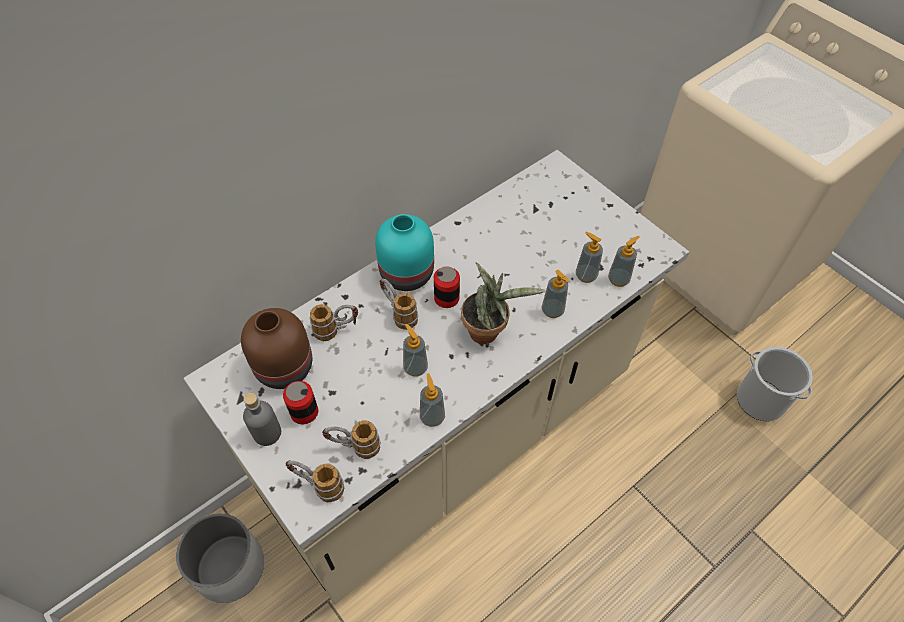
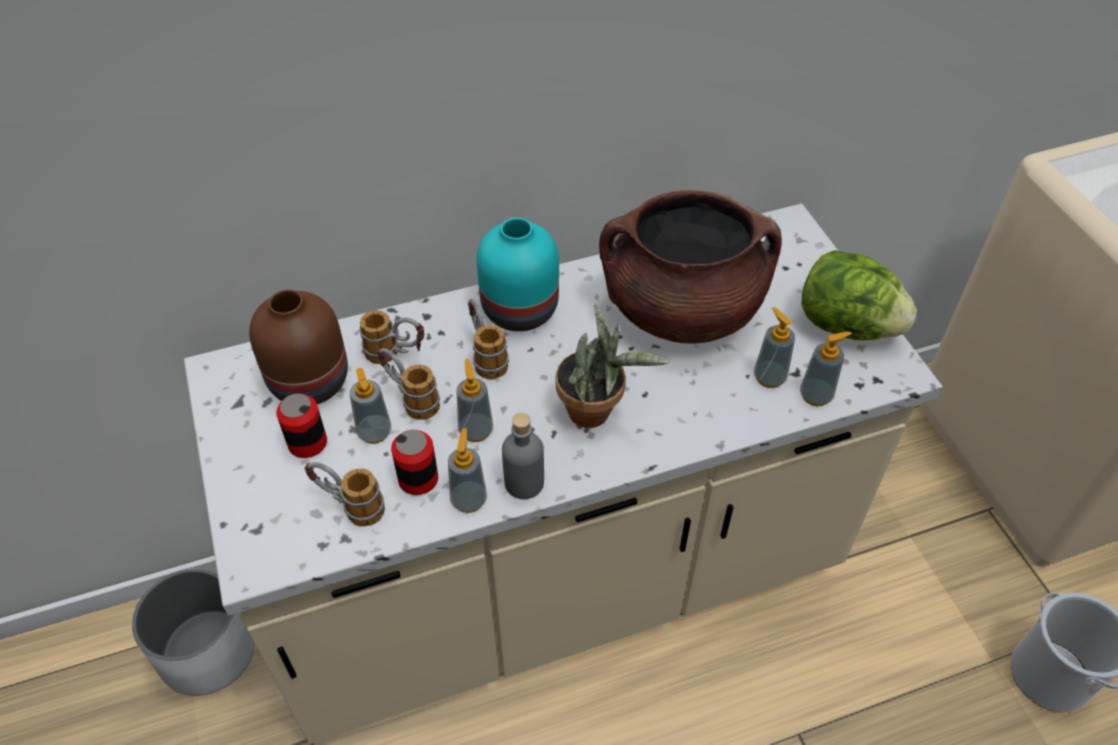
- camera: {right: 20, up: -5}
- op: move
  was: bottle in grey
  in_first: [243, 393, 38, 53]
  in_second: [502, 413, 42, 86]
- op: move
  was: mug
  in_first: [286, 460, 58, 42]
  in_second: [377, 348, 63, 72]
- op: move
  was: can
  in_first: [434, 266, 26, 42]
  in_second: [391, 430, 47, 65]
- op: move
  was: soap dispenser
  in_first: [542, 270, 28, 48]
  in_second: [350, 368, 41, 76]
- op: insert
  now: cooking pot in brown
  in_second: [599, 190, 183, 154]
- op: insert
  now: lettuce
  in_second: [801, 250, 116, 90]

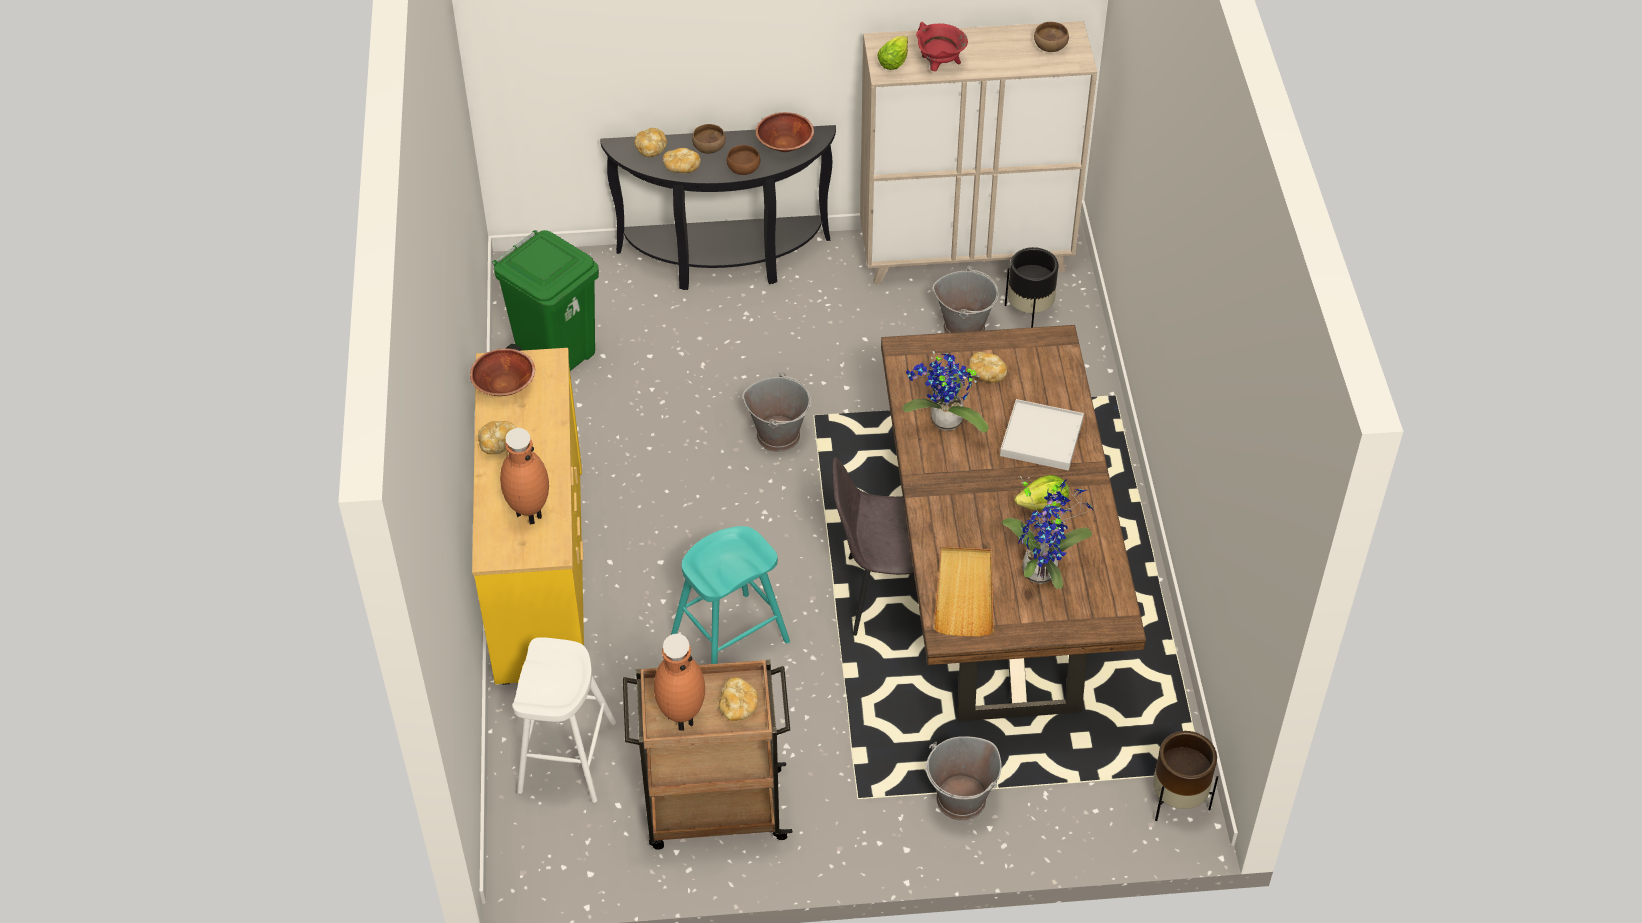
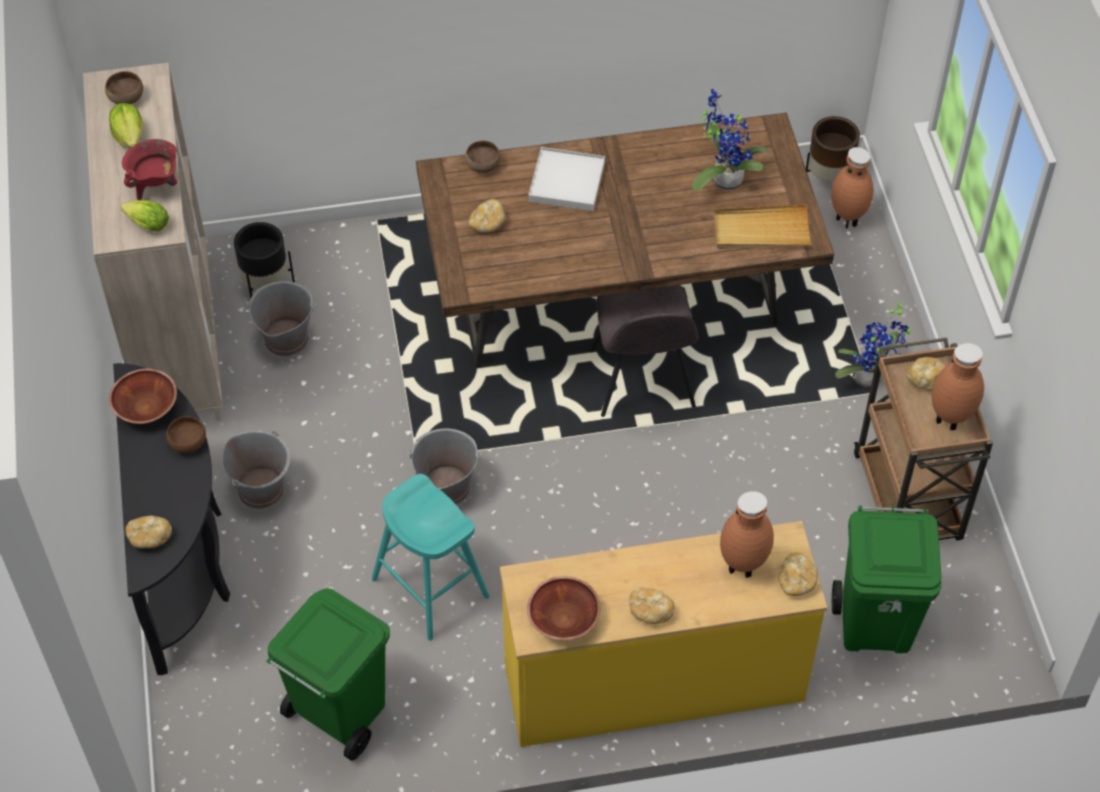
- camera: {right: -95, up: 5}
- op: replace
  was: stool in white
  now: trash can in green
  in_first: [513, 637, 103, 166]
  in_second: [832, 506, 110, 147]
- op: move
  was: bread
  in_first: [663, 148, 38, 25]
  in_second: [778, 552, 40, 44]
- op: move
  was: stool in turquoise
  in_first: [671, 526, 119, 138]
  in_second: [372, 474, 117, 167]
- op: move
  was: bowl in brown
  in_first: [692, 124, 34, 30]
  in_second: [465, 140, 35, 33]
- op: move
  was: potted plant
  in_first: [902, 351, 86, 82]
  in_second: [835, 300, 75, 87]
- op: move
  was: bucket in grey
  in_first: [926, 736, 76, 85]
  in_second: [222, 431, 68, 78]
- op: move
  was: lettuce
  in_first: [1015, 475, 54, 36]
  in_second: [109, 103, 34, 46]
- op: insert
  now: vase in brown
  in_second: [831, 147, 42, 81]

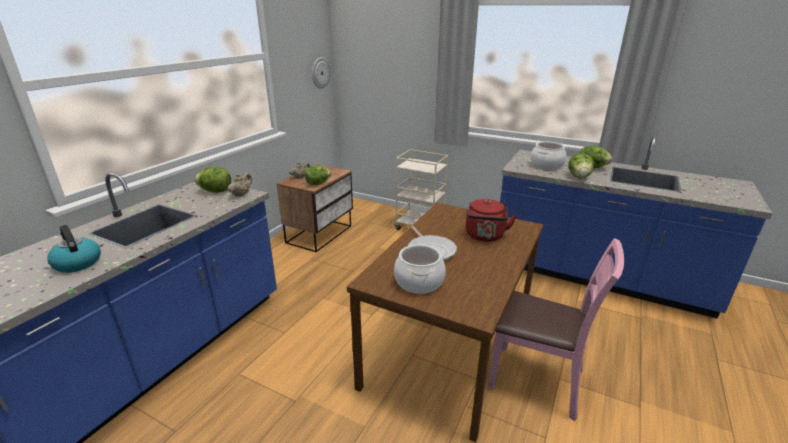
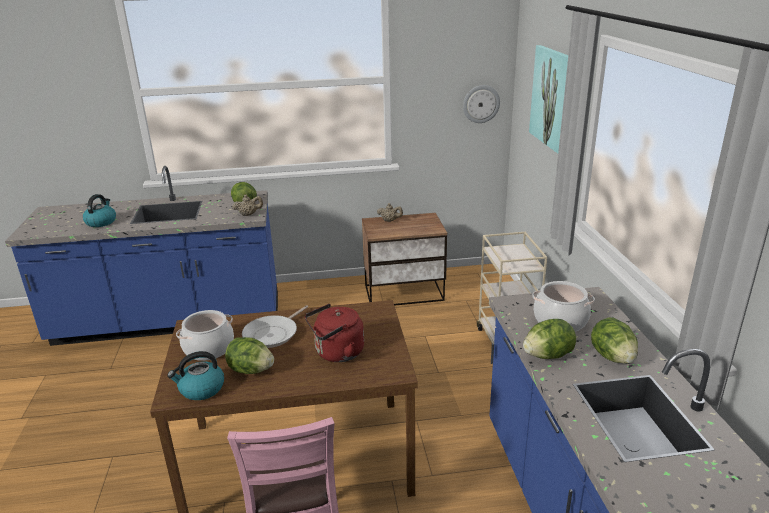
- camera: {right: 55, up: 0}
- op: move
  was: lettuce
  in_first: [305, 165, 26, 20]
  in_second: [225, 337, 49, 37]
- op: insert
  now: kettle
  in_second: [167, 351, 57, 49]
- op: insert
  now: picture
  in_second: [529, 45, 39, 109]

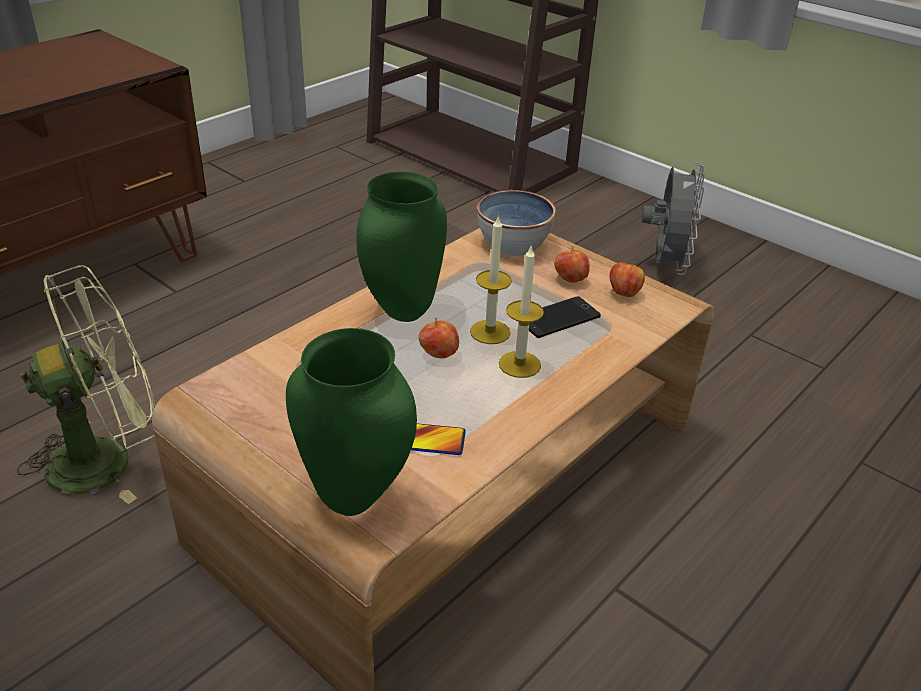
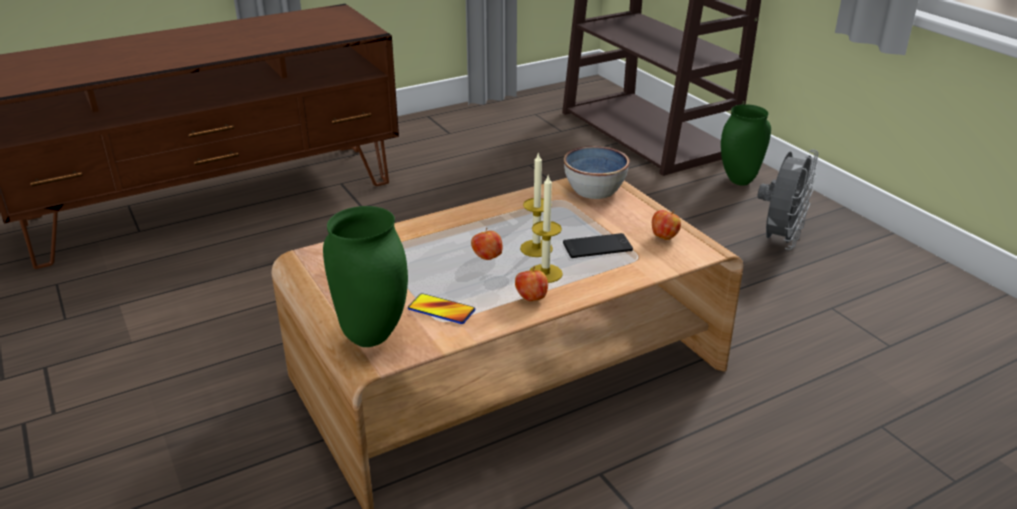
- camera: {right: 20, up: -5}
- op: delete
  was: fan in green
  in_first: [17, 265, 139, 239]
- op: move
  was: vase in green
  in_first: [356, 171, 91, 151]
  in_second: [721, 104, 50, 82]
- op: move
  was: apple
  in_first: [554, 246, 36, 37]
  in_second: [515, 267, 33, 34]

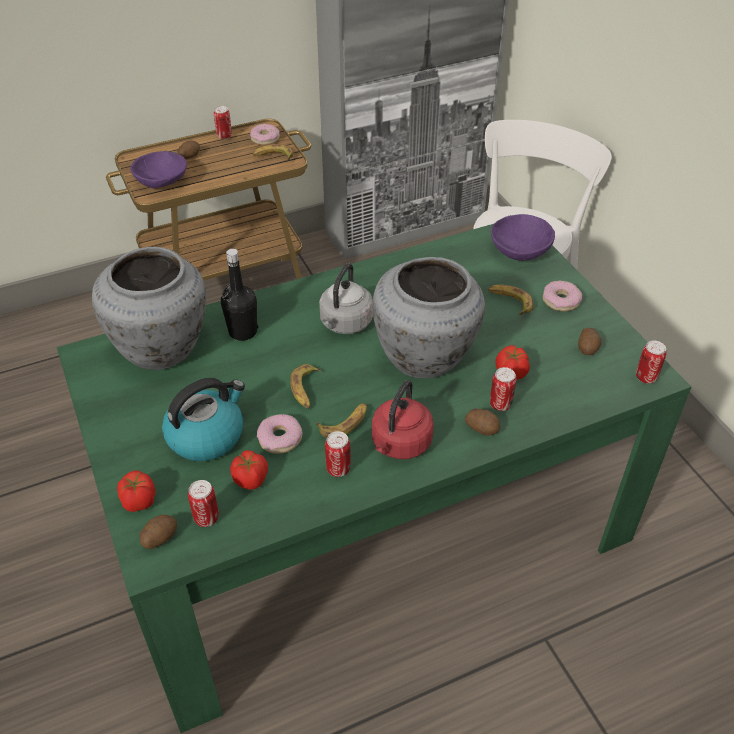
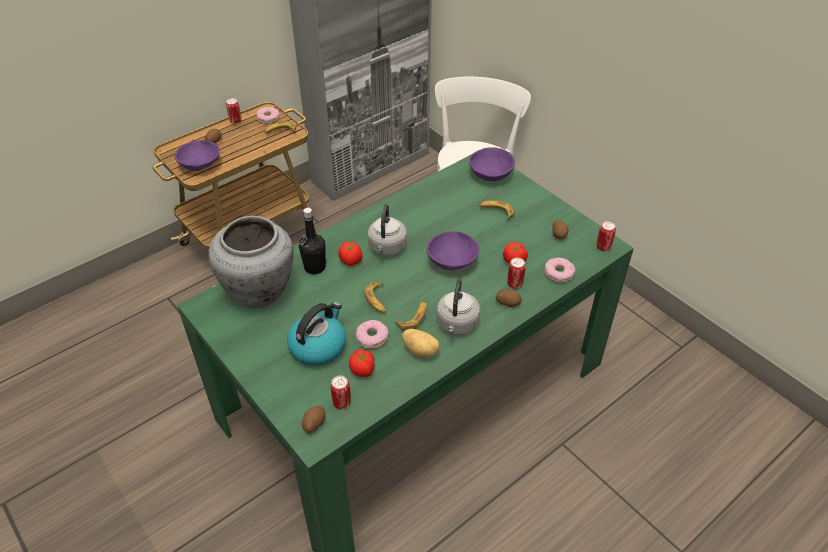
- camera: {right: -15, up: 0}
- op: move
  was: tomato
  in_first: [117, 471, 39, 41]
  in_second: [338, 241, 25, 25]
- op: replace
  was: can
  now: potato
  in_first: [325, 431, 26, 46]
  in_second: [402, 329, 38, 29]
- op: recolor
  was: kettle in red
  now: kettle in grey
  in_first: [372, 380, 62, 79]
  in_second: [436, 278, 44, 57]
- op: replace
  was: vase in grey
  now: bowl in purple
  in_first: [373, 257, 112, 121]
  in_second: [426, 231, 53, 40]
- op: move
  was: donut
  in_first: [543, 281, 39, 30]
  in_second: [545, 258, 30, 25]

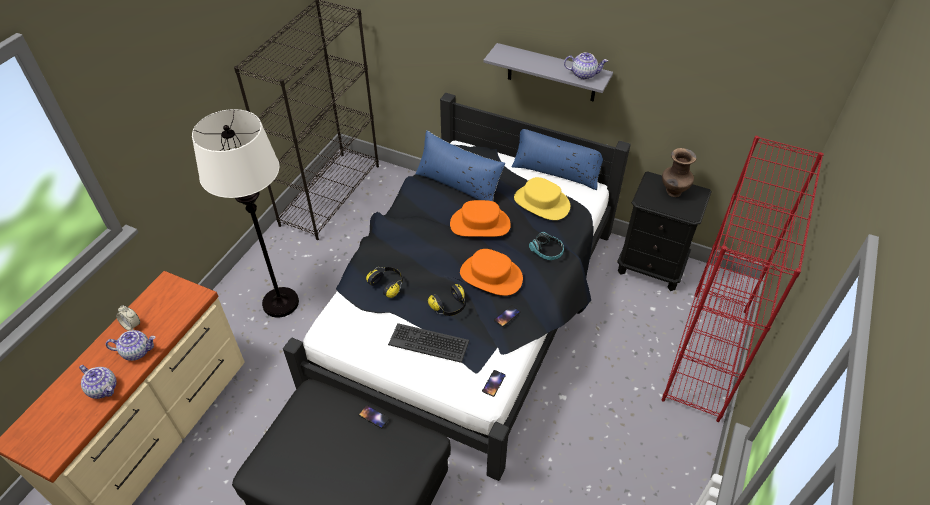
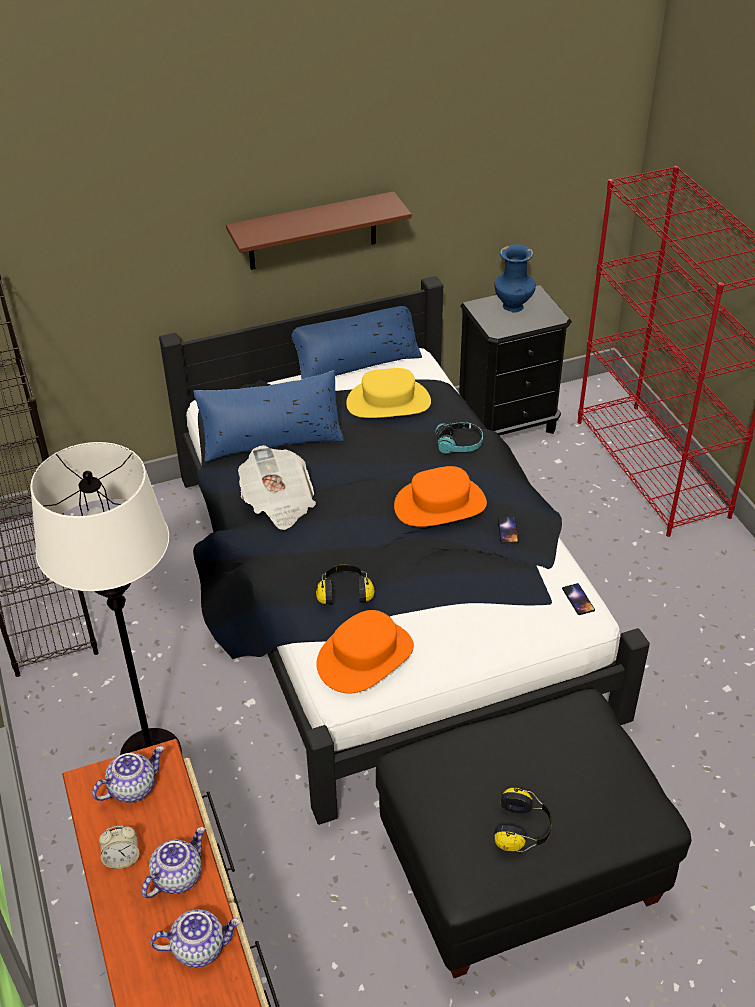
- camera: {right: -45, up: -5}
- op: delete
  was: phone
  in_first: [359, 405, 31, 24]
- op: delete
  was: keyboard
  in_first: [388, 323, 81, 40]
- op: move
  was: headphones
  in_first: [428, 284, 37, 32]
  in_second: [494, 788, 58, 64]
- op: move
  was: hat in orange
  in_first: [450, 200, 61, 37]
  in_second: [316, 610, 98, 84]
- op: recolor
  was: shelf in grey
  now: shelf in brown
  in_first: [483, 43, 130, 59]
  in_second: [226, 191, 186, 79]
- op: move
  was: teapot
  in_first: [564, 53, 44, 27]
  in_second: [92, 746, 72, 57]
- op: recolor
  was: vase in brown
  now: vase in blue
  in_first: [662, 148, 35, 49]
  in_second: [494, 244, 42, 68]
- op: insert
  now: newspaper
  in_second: [238, 445, 78, 85]

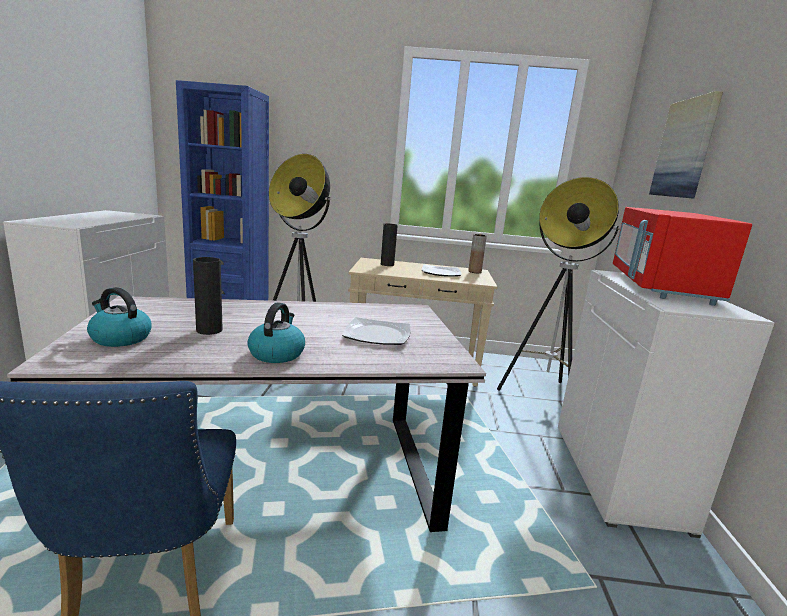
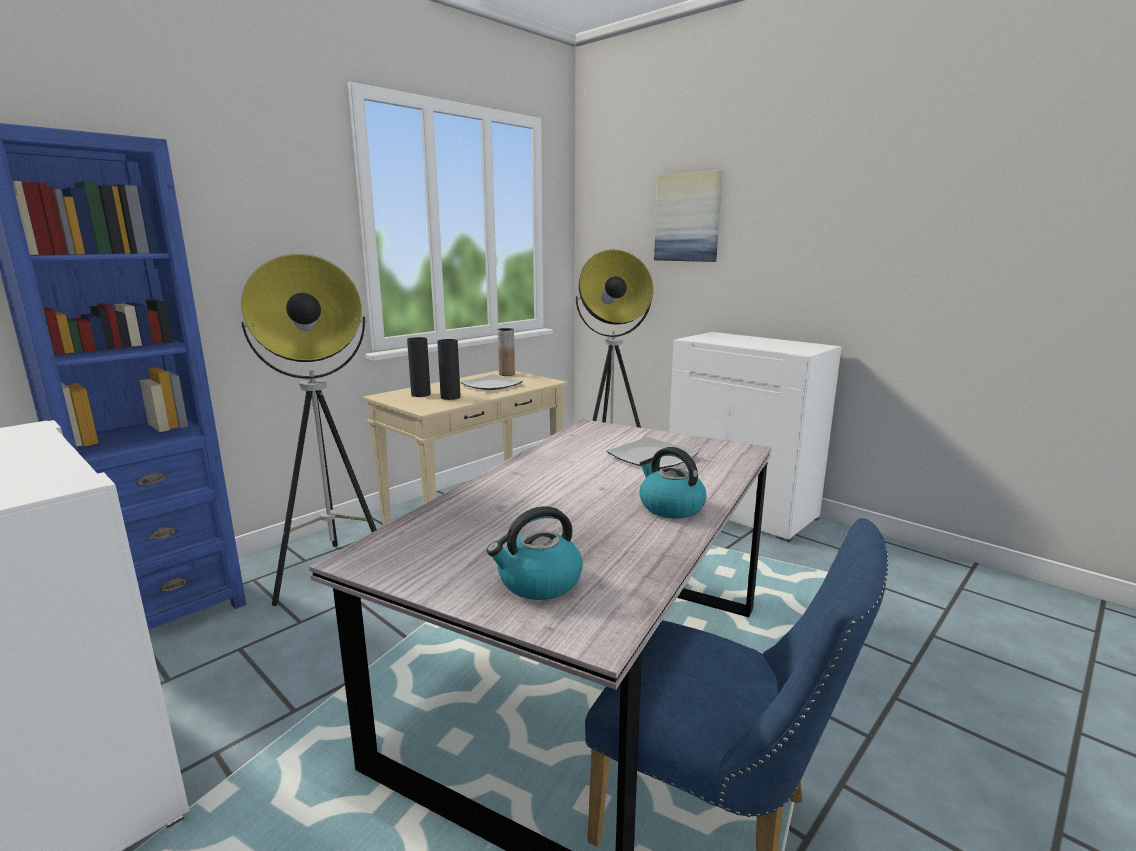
- camera: {right: -50, up: 0}
- op: move
  was: vase in black
  in_first: [193, 257, 30, 78]
  in_second: [437, 339, 24, 61]
- op: delete
  was: microwave in red
  in_first: [613, 207, 139, 99]

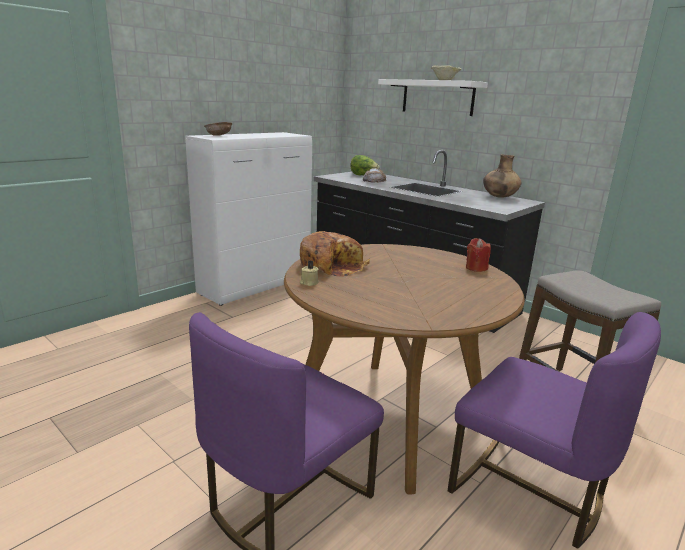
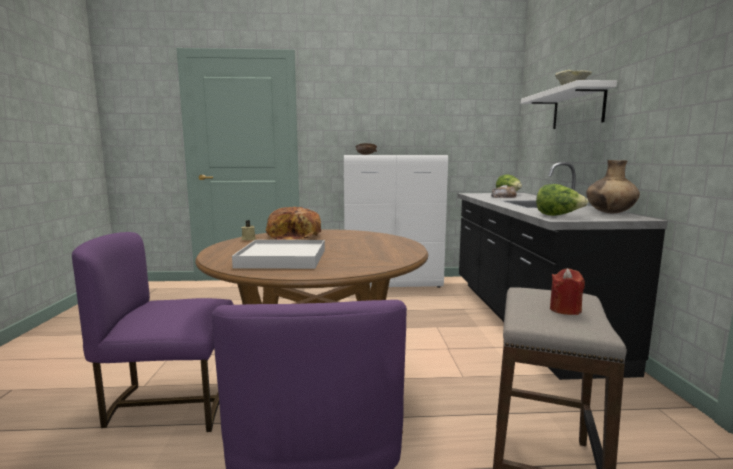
- camera: {right: 45, up: -10}
- op: move
  was: candle in red
  in_first: [466, 238, 25, 34]
  in_second: [550, 268, 35, 47]
- op: insert
  now: tray in white
  in_second: [232, 240, 93, 29]
- op: insert
  now: lettuce
  in_second: [536, 184, 53, 32]

